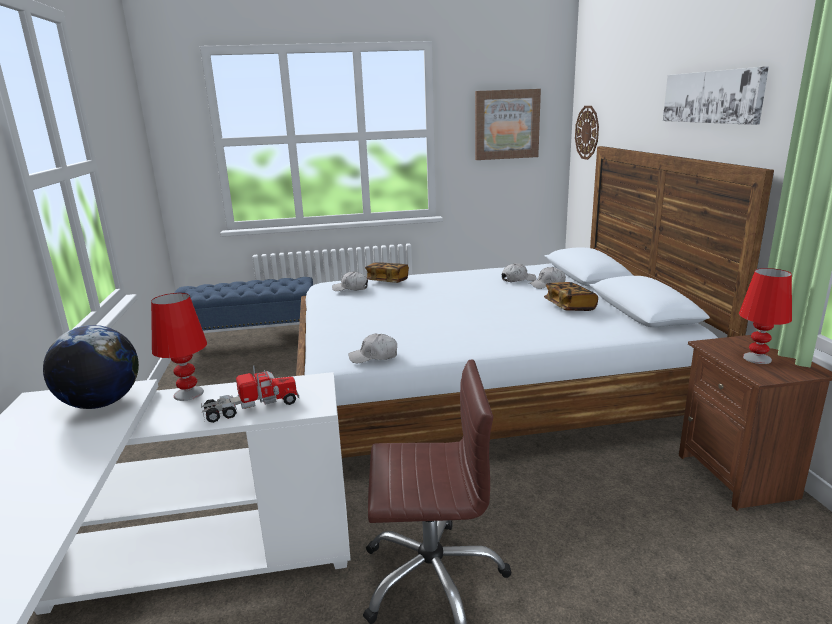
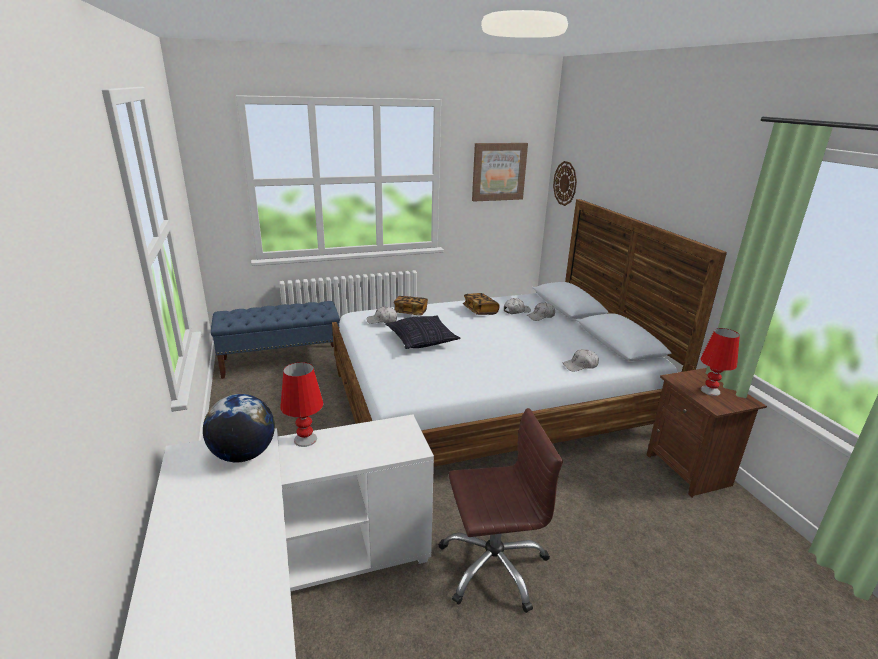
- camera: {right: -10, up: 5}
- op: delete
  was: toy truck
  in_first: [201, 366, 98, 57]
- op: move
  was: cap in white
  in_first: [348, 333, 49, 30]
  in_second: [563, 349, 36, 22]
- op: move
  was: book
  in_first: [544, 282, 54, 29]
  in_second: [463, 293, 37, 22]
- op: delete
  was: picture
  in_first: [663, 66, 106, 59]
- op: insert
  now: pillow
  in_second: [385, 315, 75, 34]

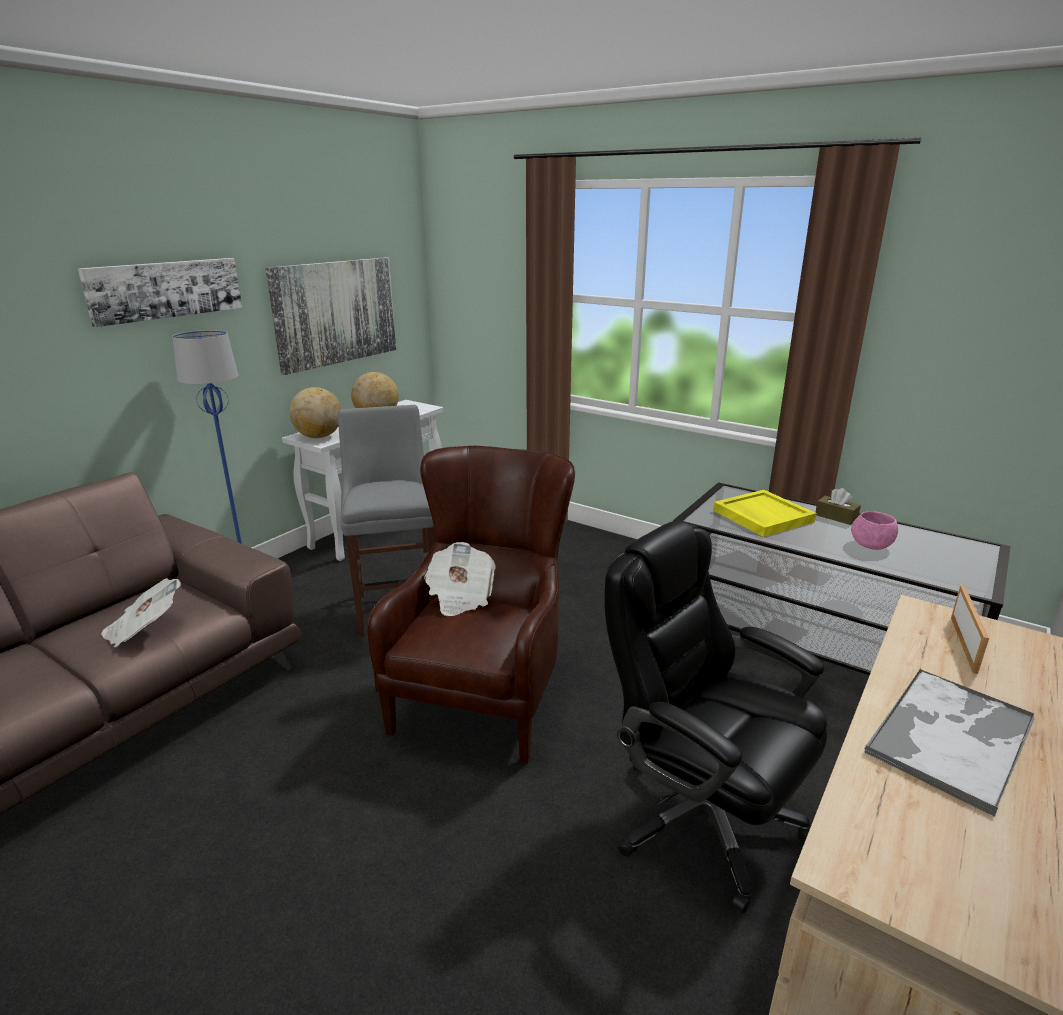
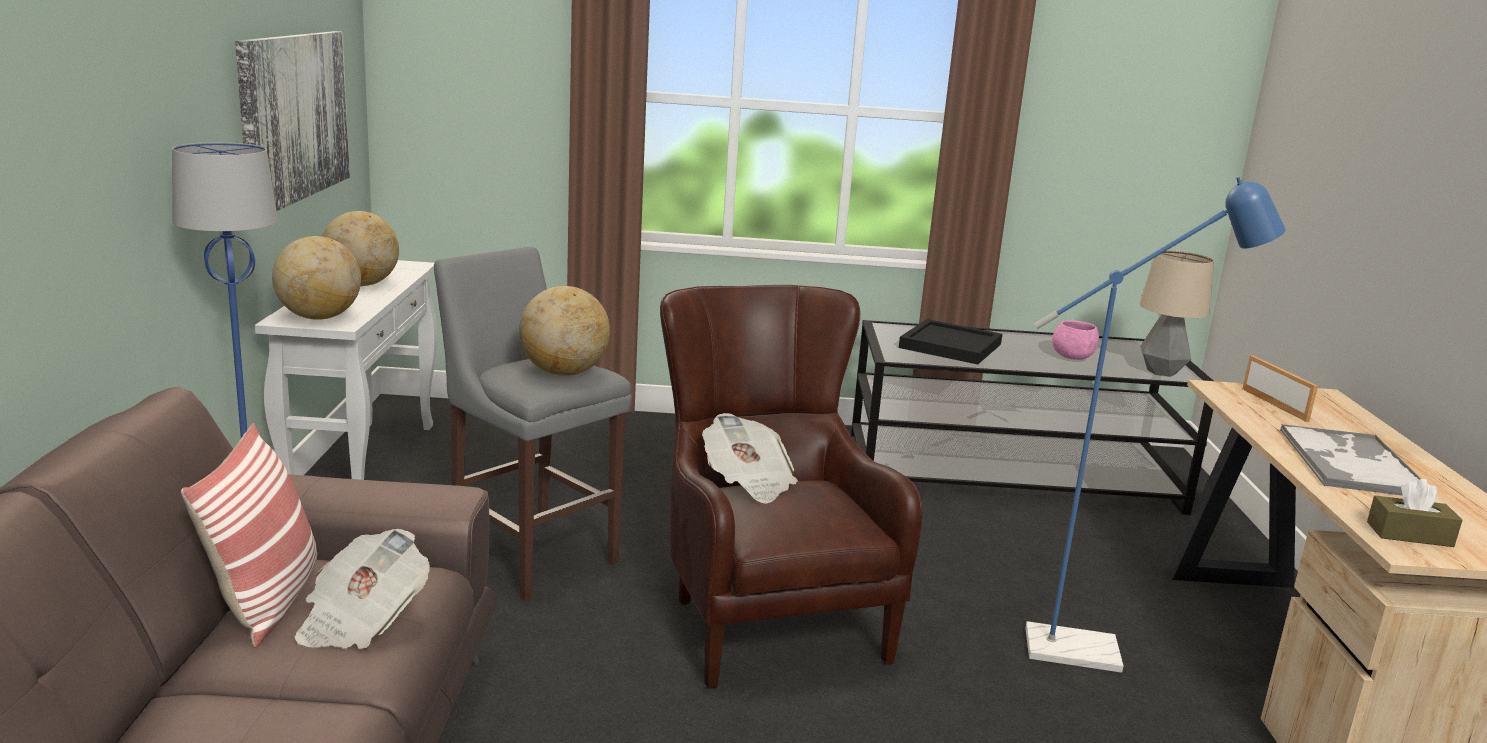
- camera: {right: -35, up: -5}
- op: delete
  was: picture
  in_first: [78, 258, 164, 69]
- op: replace
  was: office chair in black
  now: floor lamp in blue
  in_first: [605, 521, 222, 393]
  in_second: [1025, 177, 261, 496]
- op: recolor
  was: tray in yellow
  now: tray in black
  in_first: [713, 490, 103, 47]
  in_second: [899, 319, 103, 45]
- op: move
  was: tissue box in brown
  in_first: [815, 488, 46, 37]
  in_second: [1367, 479, 95, 68]
- op: insert
  now: pillow
  in_second: [181, 423, 136, 224]
- op: insert
  now: globe
  in_second: [519, 286, 91, 90]
- op: insert
  now: table lamp
  in_second: [1139, 250, 75, 126]

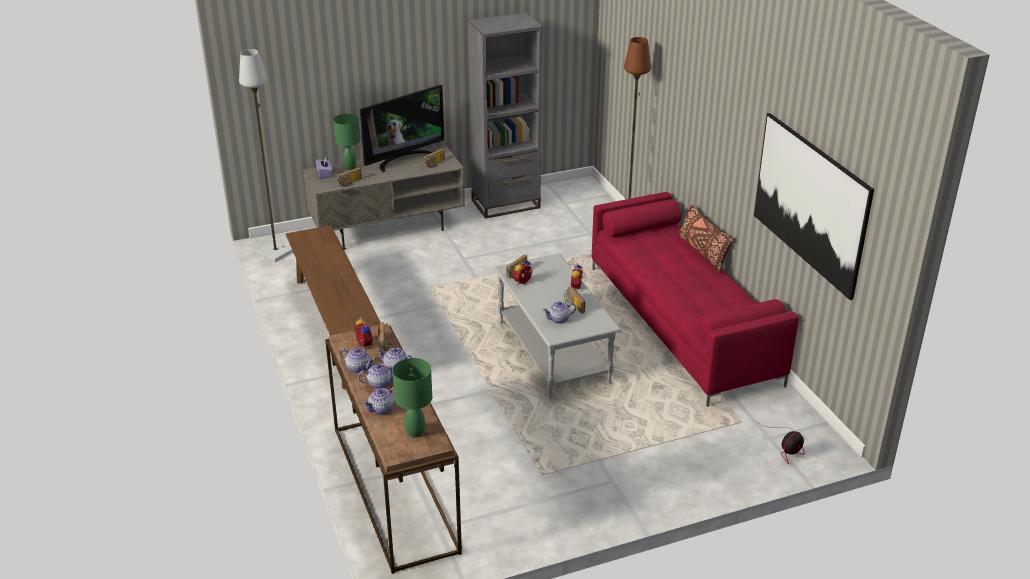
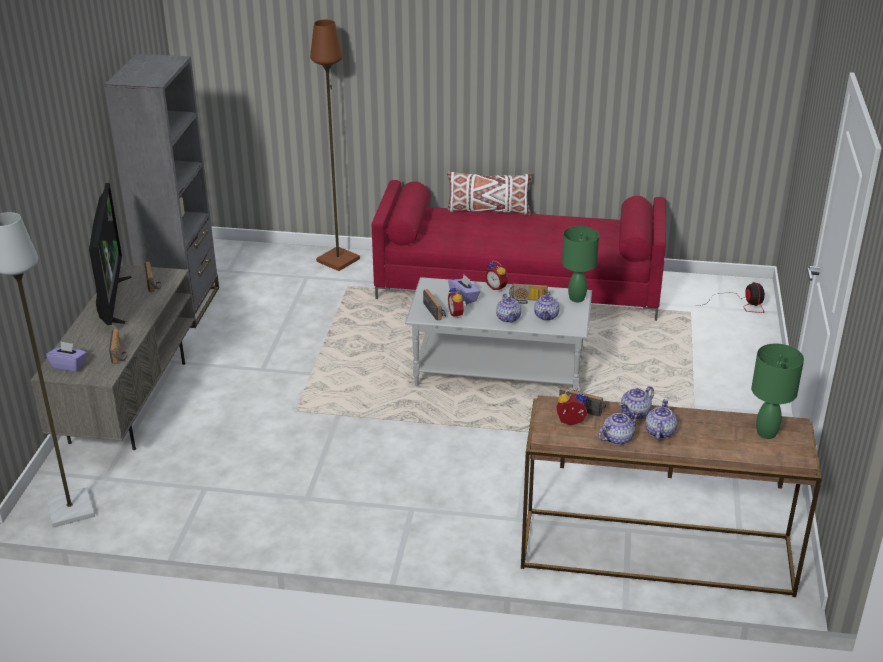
- camera: {right: -60, up: 0}
- op: delete
  was: bench in brown
  in_first: [286, 225, 94, 165]
- op: move
  was: table lamp in green
  in_first: [333, 114, 28, 56]
  in_second: [562, 226, 37, 76]
- op: move
  was: teapot
  in_first: [363, 387, 32, 28]
  in_second: [496, 294, 25, 29]
- op: recolor
  was: pillow in brown
  now: pillow in white
  in_first: [678, 204, 56, 68]
  in_second: [447, 172, 85, 43]
- op: delete
  was: picture
  in_first: [754, 113, 120, 187]
- op: insert
  now: tissue box in purple
  in_second: [448, 275, 32, 30]

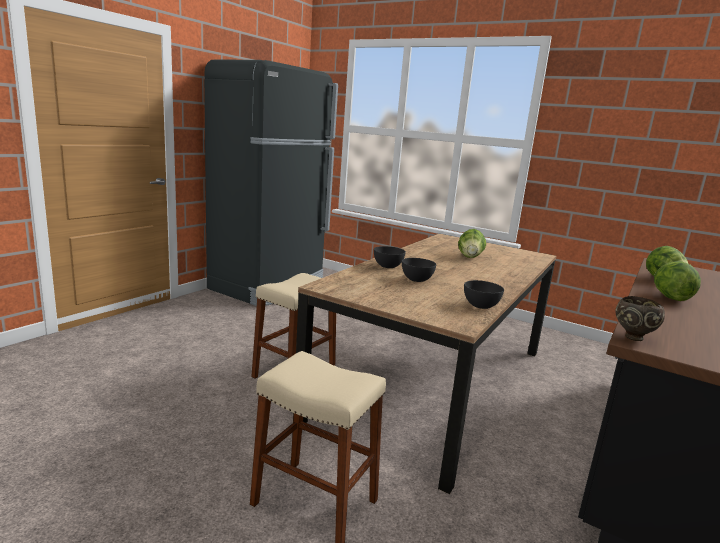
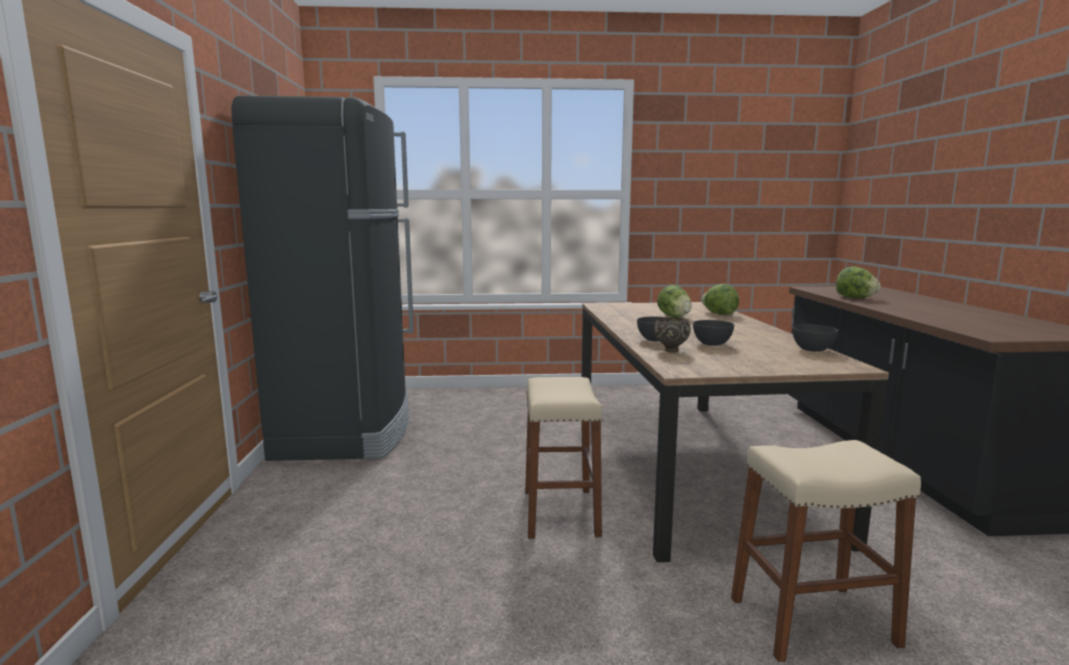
- camera: {right: -35, up: -5}
- op: move
  was: bowl in brown
  in_first: [615, 296, 50, 45]
  in_second: [654, 317, 37, 35]
- op: move
  was: lettuce
  in_first: [654, 261, 47, 40]
  in_second: [701, 284, 38, 31]

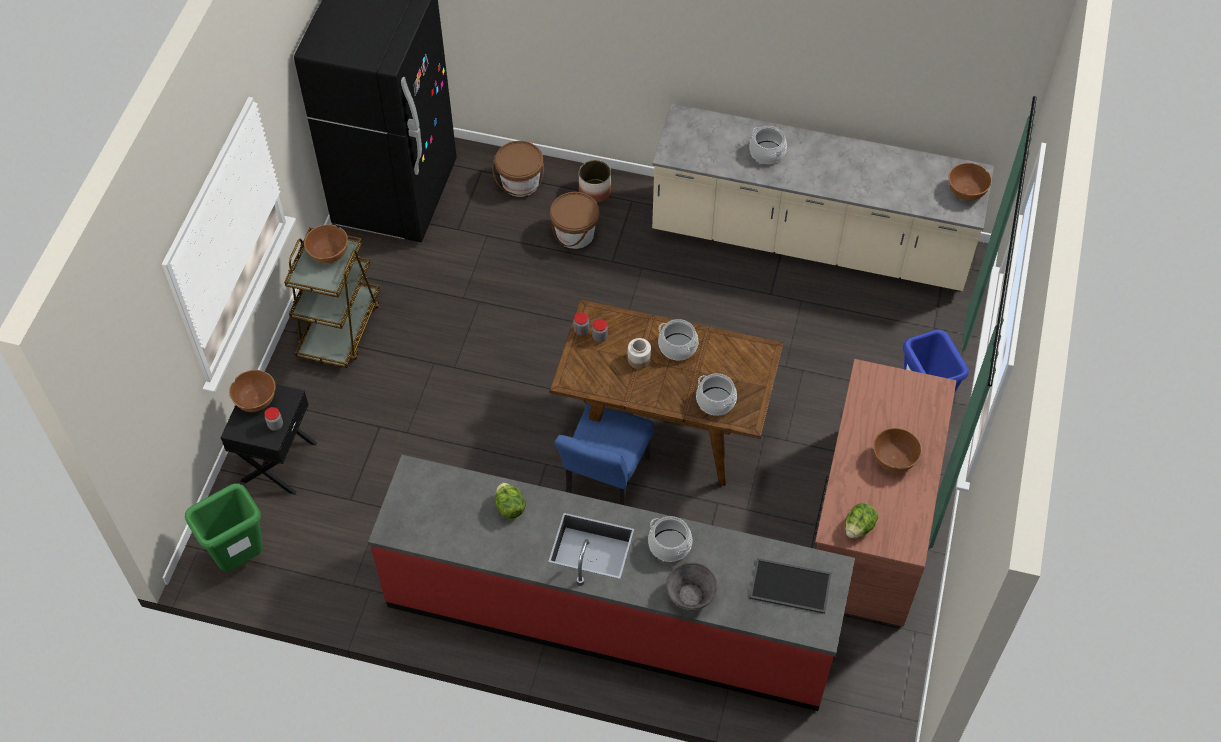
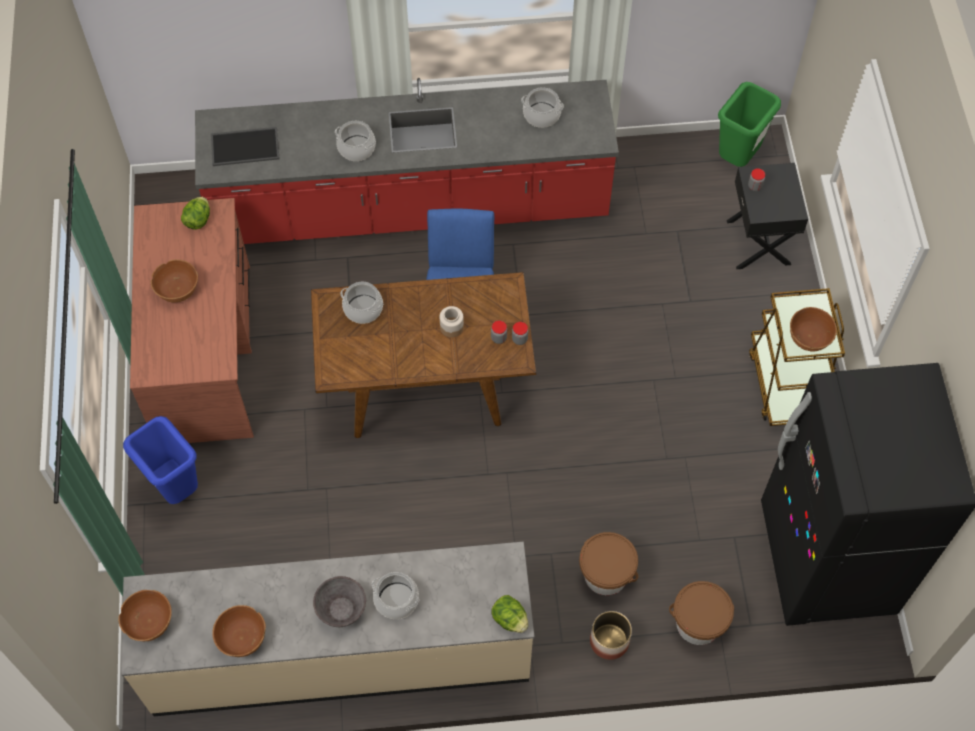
- camera: {right: 160, up: 5}
- op: move
  was: bowl in brown
  in_first: [229, 370, 47, 42]
  in_second: [212, 605, 54, 52]
- op: move
  was: lettuce
  in_first: [495, 483, 31, 36]
  in_second: [491, 595, 37, 38]
- op: move
  was: cooking pot
  in_first: [658, 319, 41, 42]
  in_second: [521, 87, 43, 41]
- op: move
  was: bowl in grey
  in_first: [666, 562, 52, 49]
  in_second: [313, 576, 53, 51]

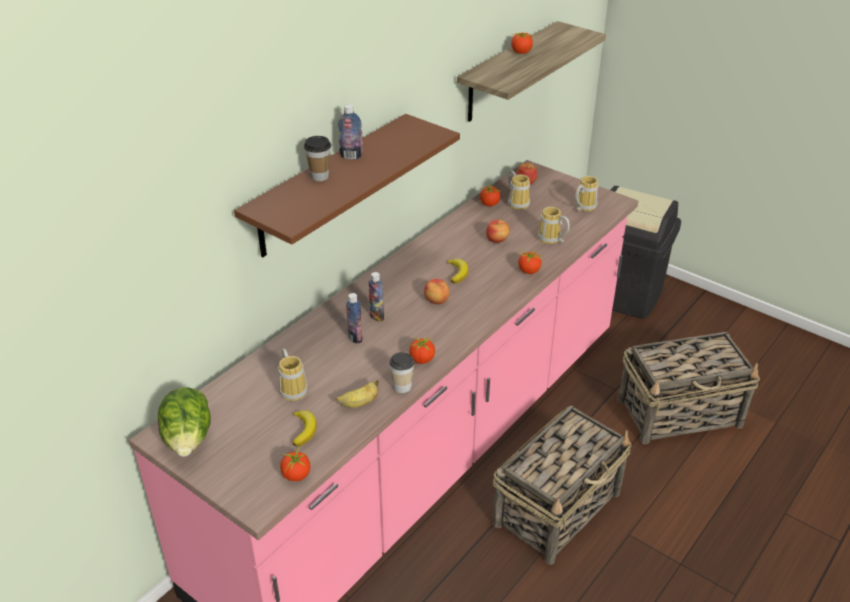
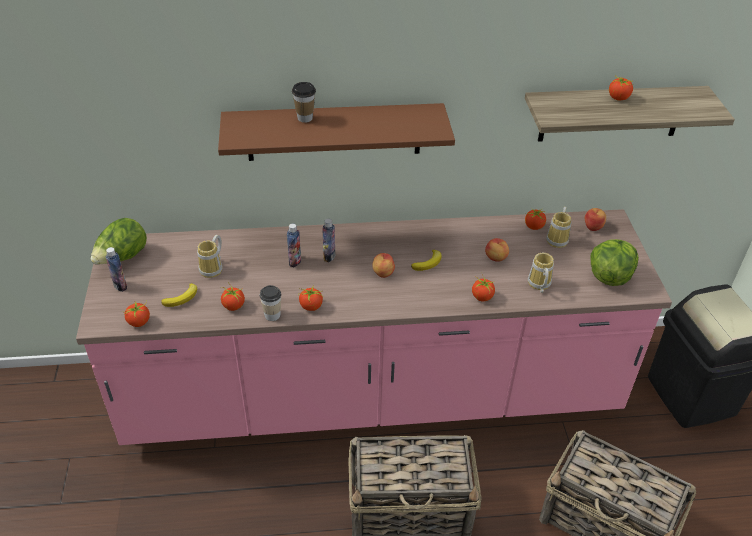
- camera: {right: 45, up: 5}
- op: replace
  was: banana
  now: tomato
  in_first: [336, 380, 43, 28]
  in_second: [220, 282, 25, 29]
- op: move
  was: bottle
  in_first: [338, 104, 25, 56]
  in_second: [106, 247, 21, 45]
- op: replace
  was: mug
  now: lettuce
  in_first: [575, 176, 23, 35]
  in_second: [591, 239, 48, 47]

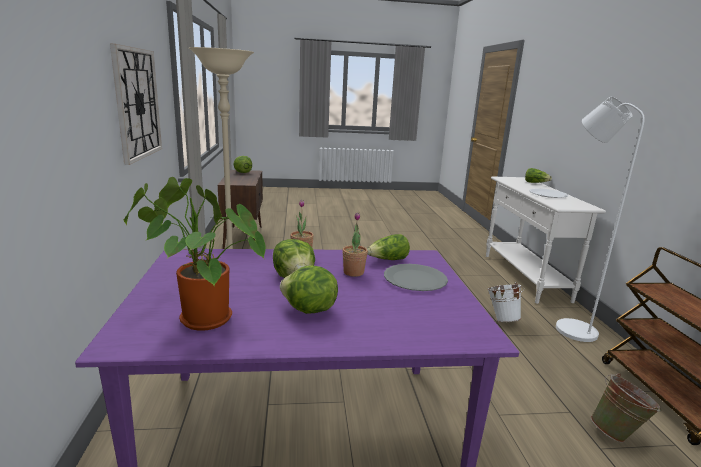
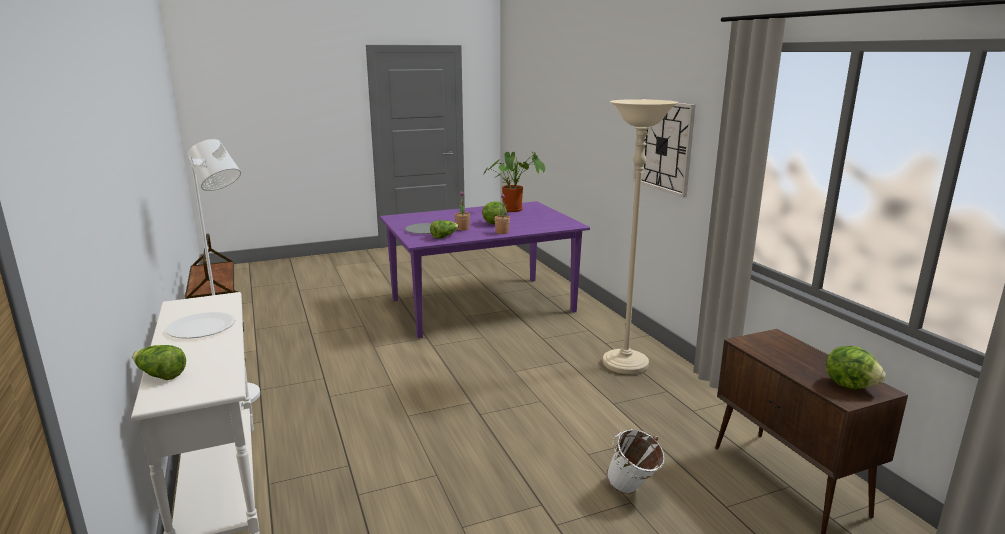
- camera: {right: 165, up: 0}
- op: delete
  was: lettuce
  in_first: [280, 265, 58, 49]
- op: move
  was: bucket in white
  in_first: [487, 282, 37, 40]
  in_second: [606, 429, 59, 65]
- op: delete
  was: bucket in green
  in_first: [591, 373, 71, 70]

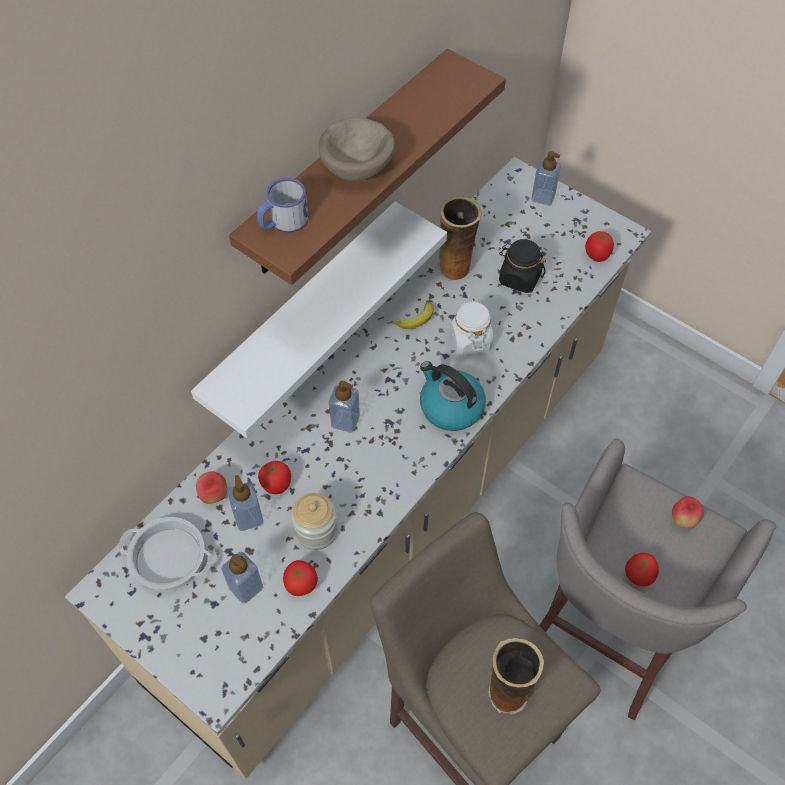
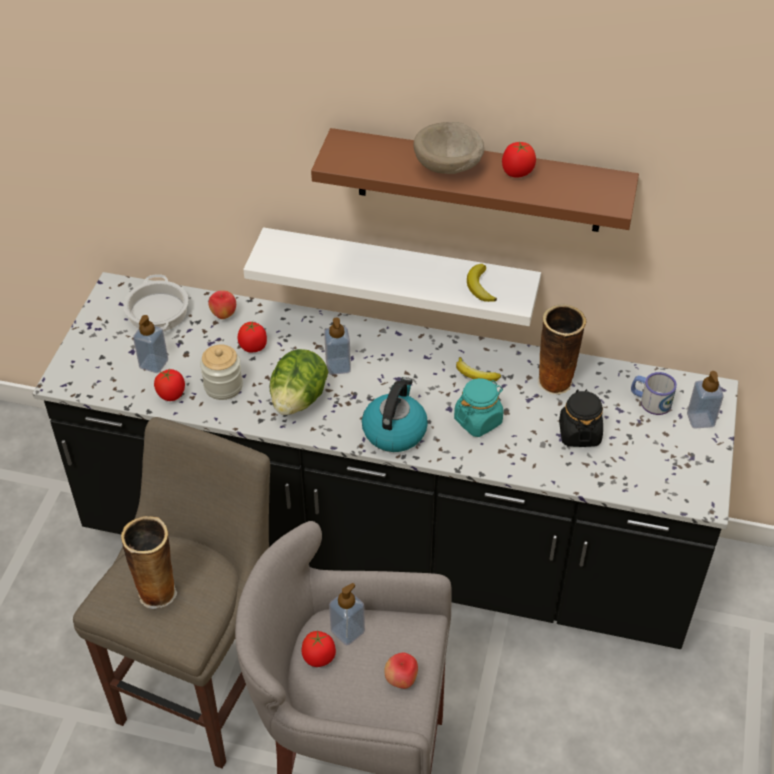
- camera: {right: 65, up: -10}
- op: recolor
  was: counter in beige
  now: counter in black
  in_first: [65, 157, 586, 622]
  in_second: [33, 272, 705, 377]
- op: move
  was: soap dispenser
  in_first: [227, 475, 37, 56]
  in_second: [329, 583, 36, 62]
- op: move
  was: mug
  in_first: [257, 178, 52, 55]
  in_second: [631, 372, 46, 43]
- op: recolor
  was: jar in white
  now: jar in turquoise
  in_first: [449, 299, 45, 57]
  in_second: [454, 378, 49, 59]
- op: move
  was: tomato
  in_first: [585, 231, 29, 31]
  in_second: [502, 142, 34, 36]
- op: insert
  now: lettuce
  in_second: [270, 349, 58, 66]
- op: insert
  now: banana
  in_second: [467, 264, 30, 38]

